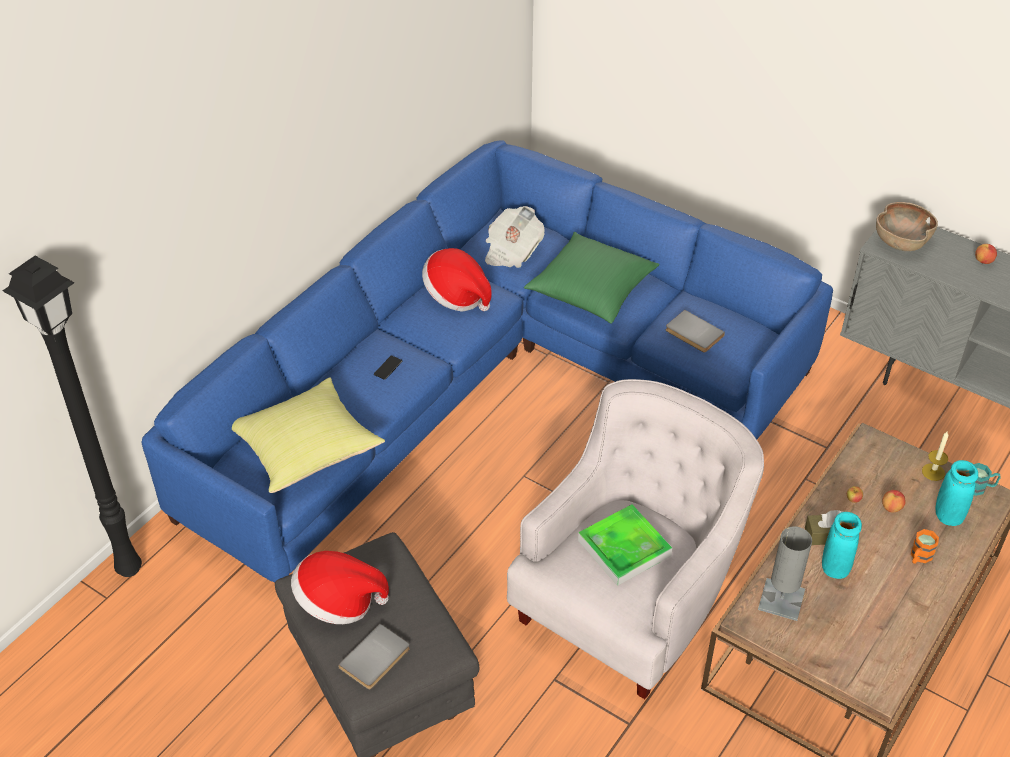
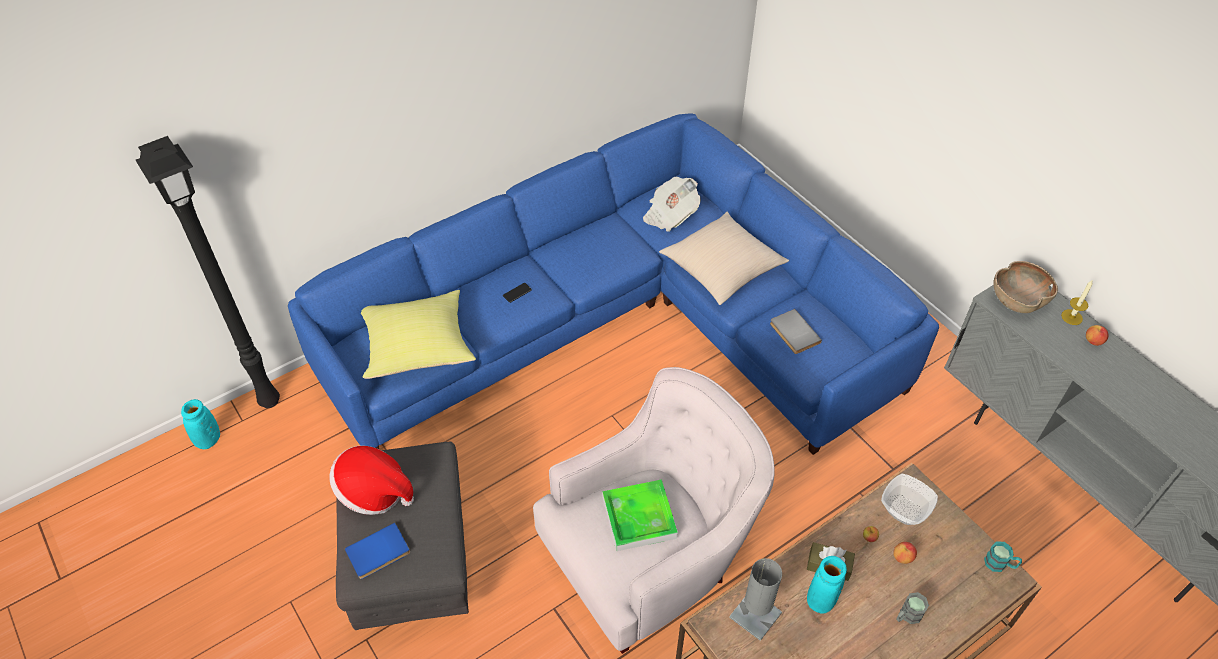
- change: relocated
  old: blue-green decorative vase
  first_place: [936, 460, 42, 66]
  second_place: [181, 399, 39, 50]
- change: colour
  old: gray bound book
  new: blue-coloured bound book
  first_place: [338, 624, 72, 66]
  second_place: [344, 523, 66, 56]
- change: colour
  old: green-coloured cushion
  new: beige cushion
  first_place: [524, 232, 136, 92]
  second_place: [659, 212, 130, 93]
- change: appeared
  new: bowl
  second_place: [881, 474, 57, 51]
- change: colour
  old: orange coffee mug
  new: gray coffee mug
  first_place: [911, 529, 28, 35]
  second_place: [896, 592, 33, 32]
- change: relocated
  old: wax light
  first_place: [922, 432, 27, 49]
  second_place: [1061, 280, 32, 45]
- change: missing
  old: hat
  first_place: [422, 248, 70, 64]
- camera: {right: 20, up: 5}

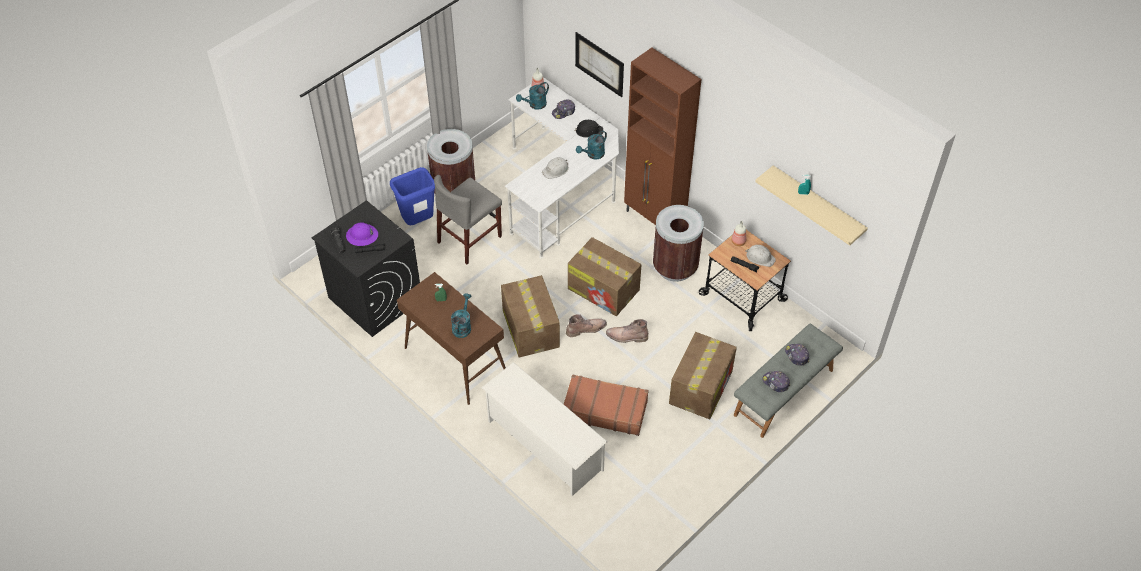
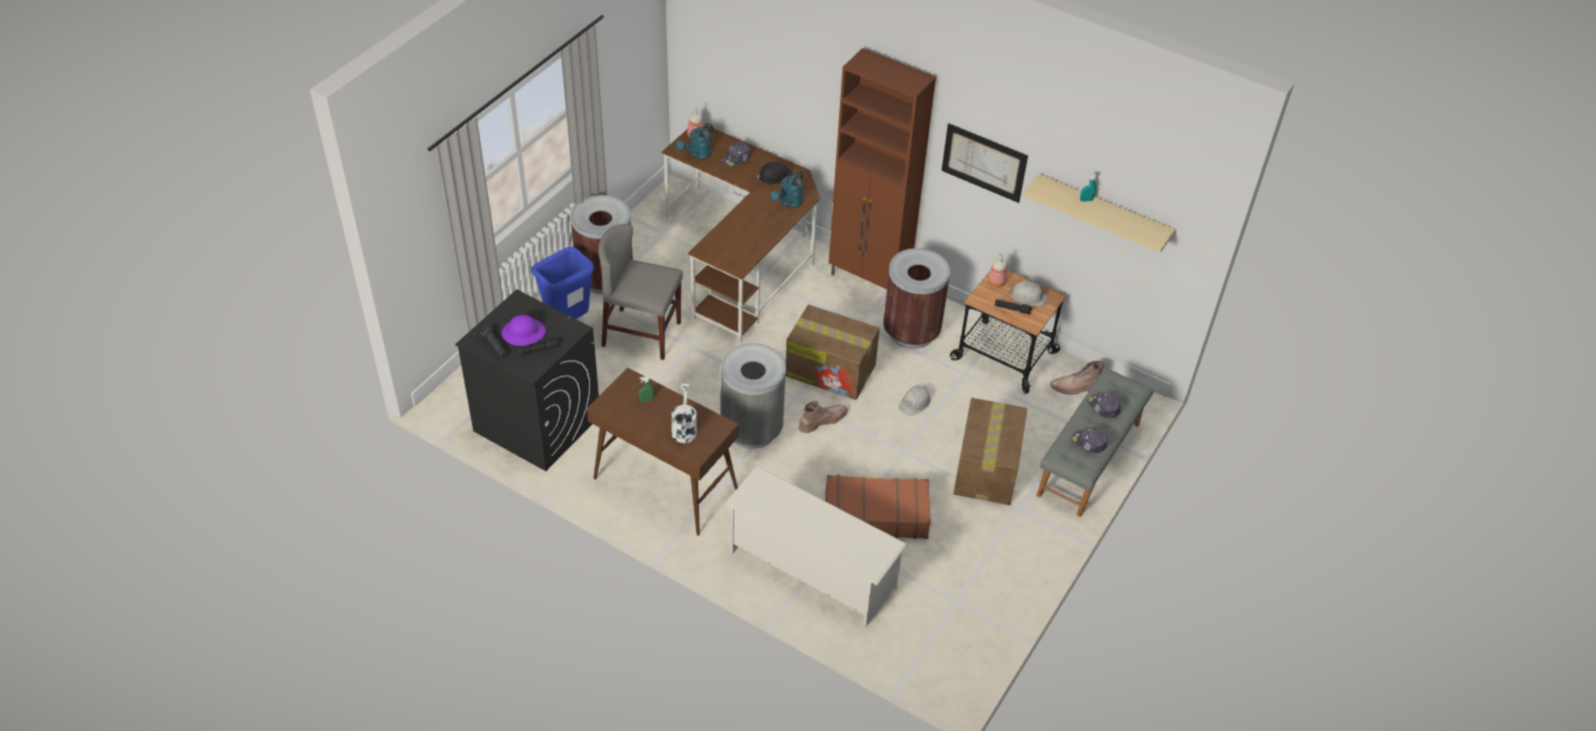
- change: spun
  old: gray plain chair
  first_place: [434, 175, 68, 90]
  second_place: [598, 224, 85, 136]
  degrees: 75
- change: colour
  old: whitish desk unit
  new: brown desk unit
  first_place: [505, 77, 114, 182]
  second_place: [662, 124, 158, 221]
- change: colour
  old: blue-green watering pot
  new: whitish watering pot
  first_place: [451, 293, 20, 45]
  second_place: [671, 383, 26, 60]
- change: exchanged
  old: packing box
  new: gray trash can
  first_place: [501, 275, 59, 83]
  second_place: [721, 343, 65, 106]
- change: relocated
  old: whitish hard hat
  first_place: [542, 157, 27, 22]
  second_place: [899, 385, 32, 31]
- change: relocated
  old: wall picture
  first_place: [575, 32, 49, 65]
  second_place: [941, 123, 87, 80]
- change: relocated
  old: brown high-top boot
  first_place: [606, 319, 42, 24]
  second_place: [1050, 361, 54, 34]
- camera: {right: -15, up: -5}

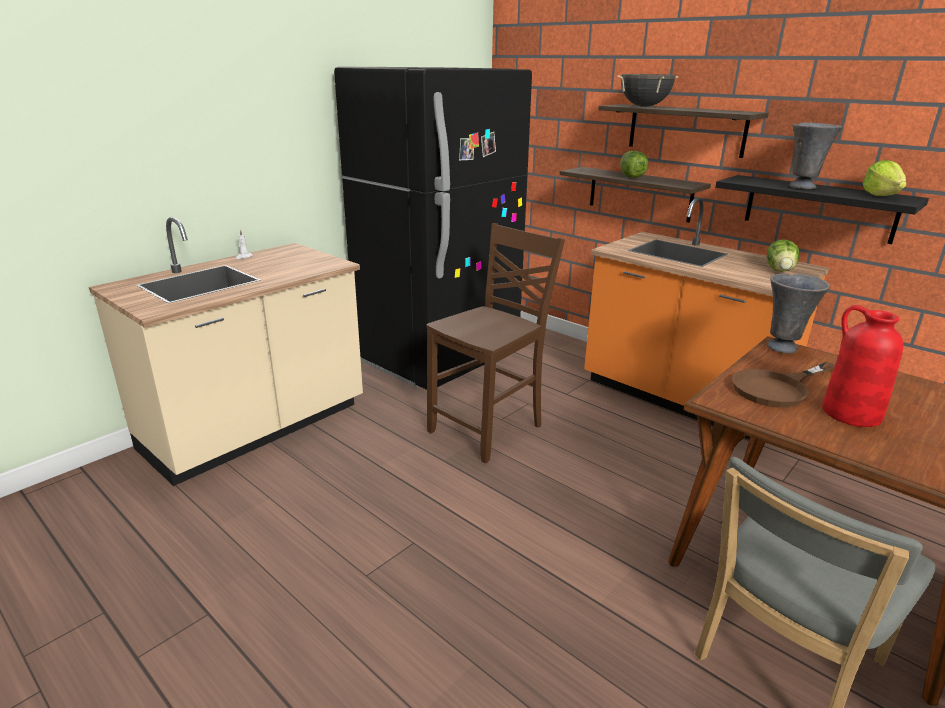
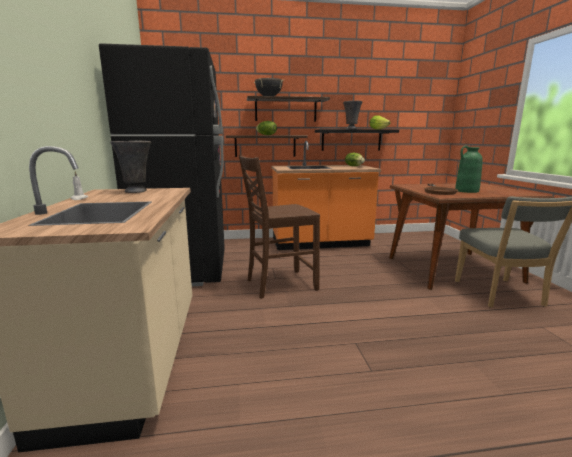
- change: relocated
  old: gray decorative vase
  first_place: [766, 273, 64, 81]
  second_place: [110, 141, 41, 52]
- change: spun
  old: brown plain chair
  first_place: [427, 223, 138, 240]
  second_place: [239, 154, 81, 145]
  degrees: -105
- change: colour
  old: red decorative vase
  new: green-coloured decorative vase
  first_place: [822, 305, 82, 122]
  second_place: [455, 146, 28, 47]
- camera: {right: -50, up: -10}

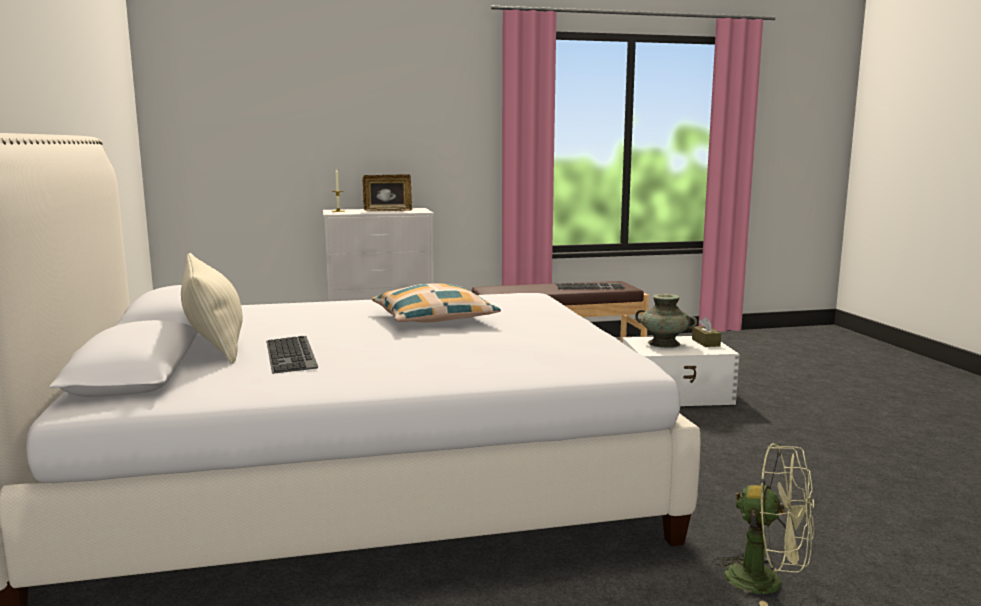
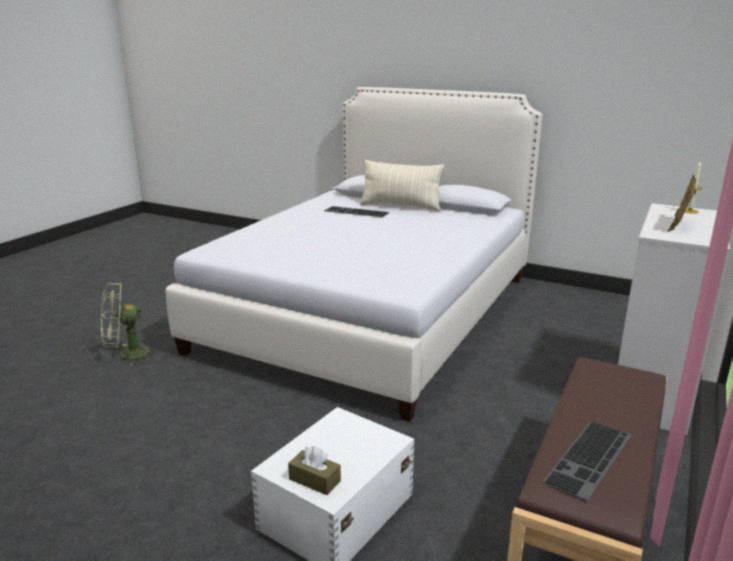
- change: missing
  old: cushion
  first_place: [372, 283, 129, 39]
- change: missing
  old: blue-green decorative vase
  first_place: [635, 294, 62, 54]
- camera: {right: 130, up: 10}

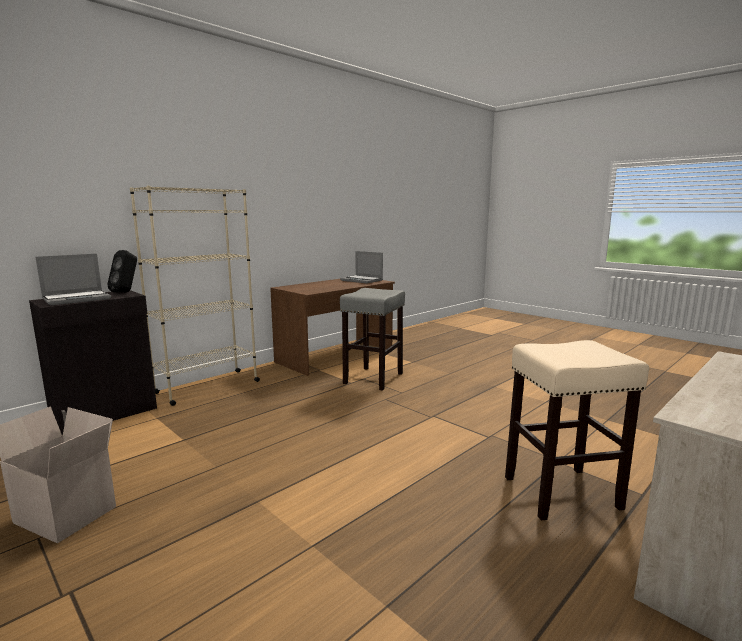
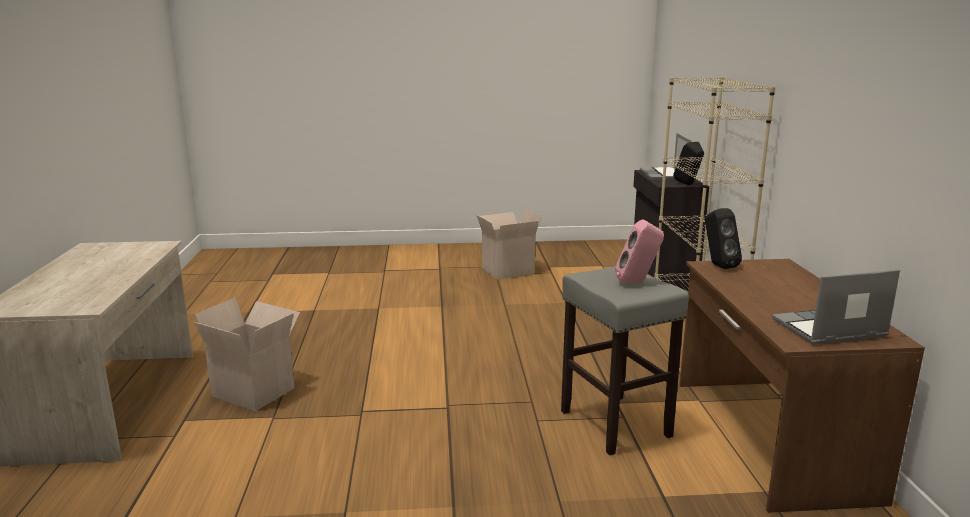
- change: exchanged
  old: beige stool
  new: packing box
  first_place: [505, 340, 144, 181]
  second_place: [194, 298, 106, 113]
- change: appeared
  new: pinkish loudspeaker
  second_place: [615, 219, 49, 64]
- change: appeared
  new: black loudspeaker
  second_place: [705, 208, 37, 61]
- camera: {right: 130, up: 5}

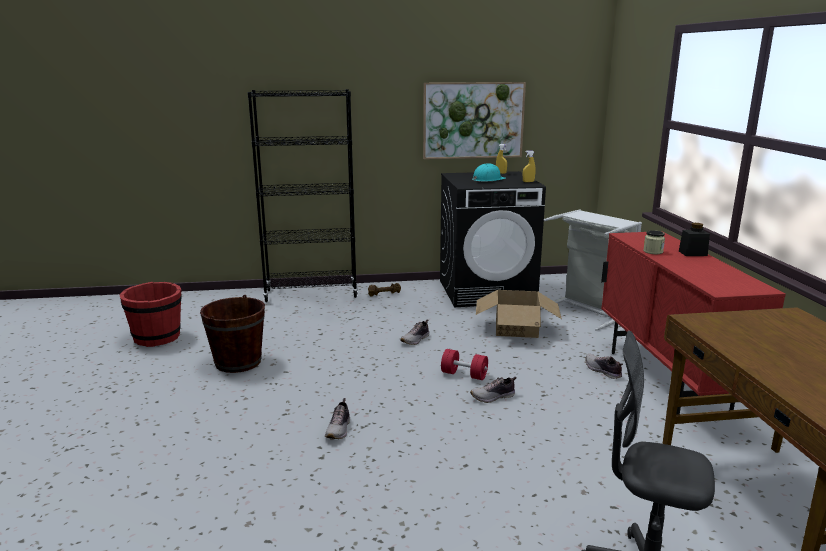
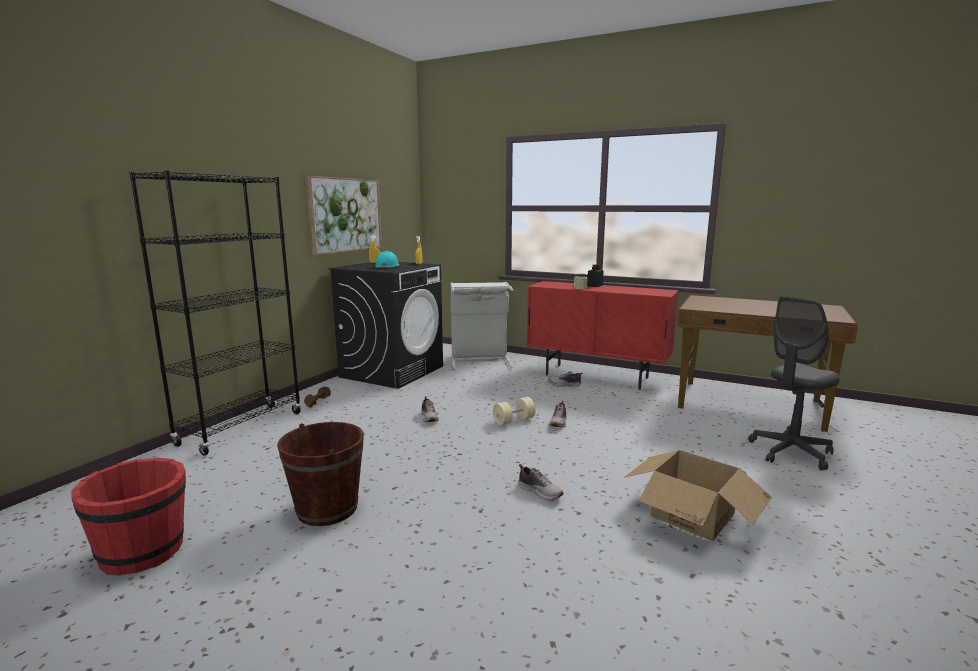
- change: colour
  old: red free weight
  new: beige free weight
  first_place: [441, 349, 47, 31]
  second_place: [493, 397, 43, 28]
- change: relocated
  old: packing box
  first_place: [476, 290, 86, 48]
  second_place: [625, 450, 147, 91]
- camera: {right: -55, up: -5}

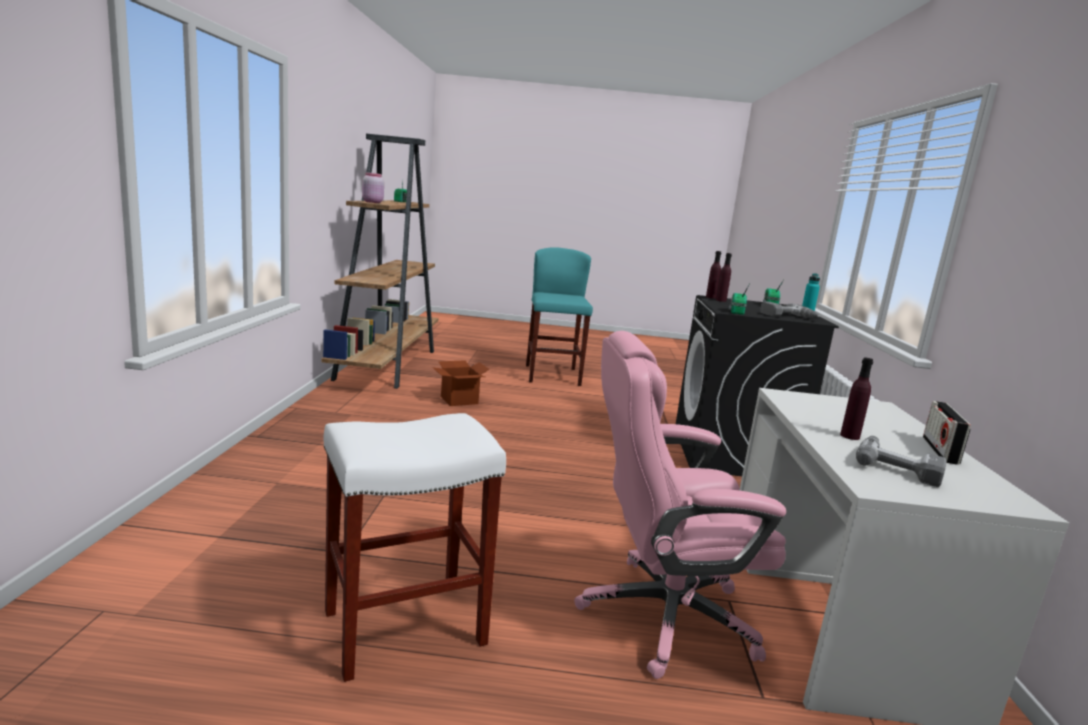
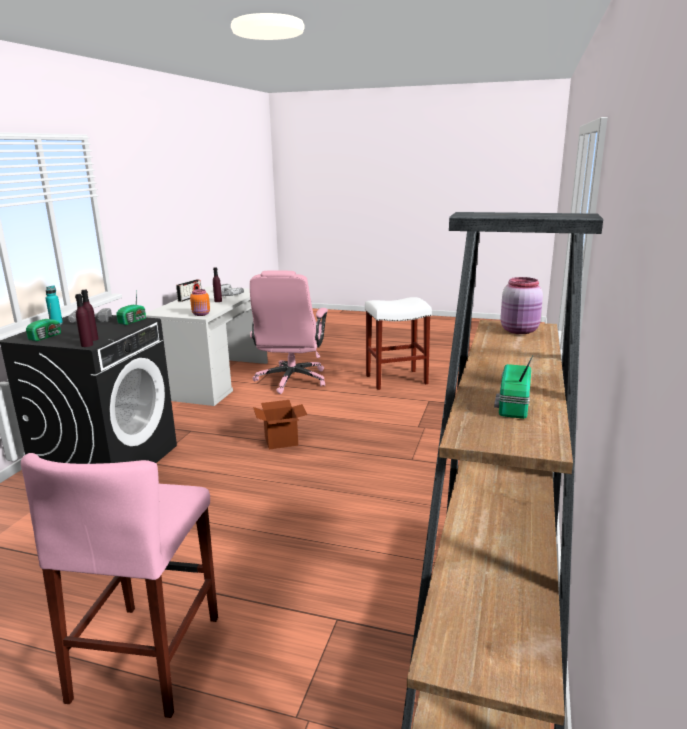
- change: colour
  old: blue-green stool
  new: pinkish stool
  first_place: [526, 247, 67, 139]
  second_place: [21, 453, 197, 265]
- change: appeared
  new: orange jar
  second_place: [190, 289, 20, 27]
- change: spun
  old: pinkish desk chair
  first_place: [574, 331, 212, 348]
  second_place: [250, 270, 78, 124]
  degrees: 90
- change: relocated
  old: packing box
  first_place: [432, 360, 58, 46]
  second_place: [253, 400, 55, 50]
- camera: {right: -165, up: 5}

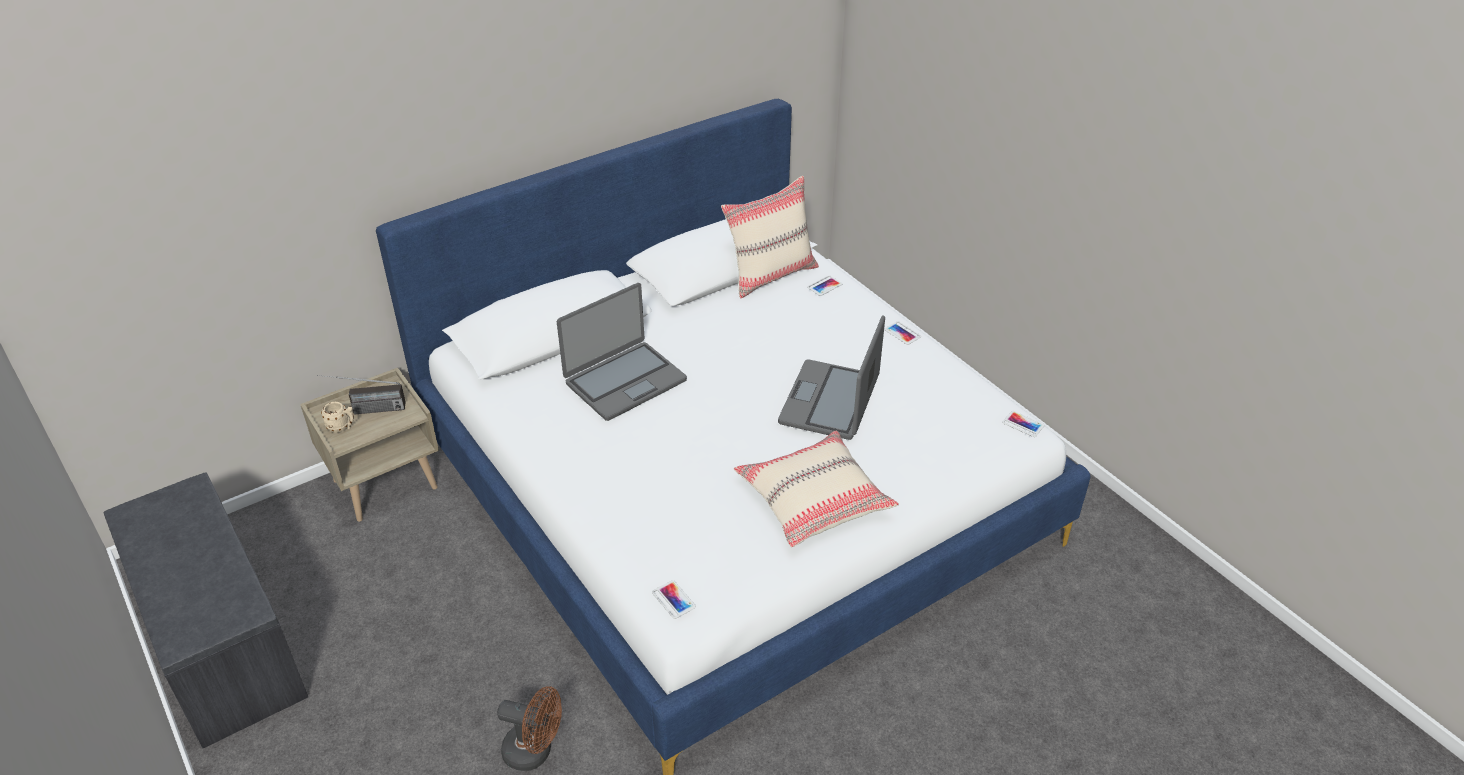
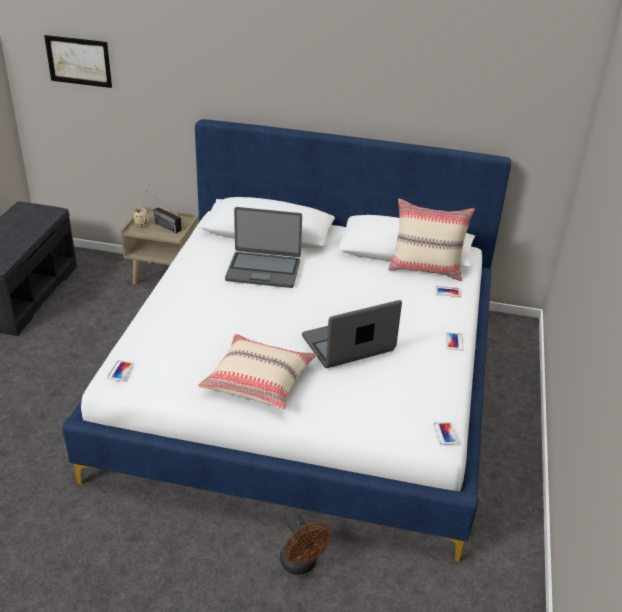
- change: appeared
  new: wall picture
  second_place: [44, 35, 68, 53]
- change: relocated
  old: brown electric fan
  first_place: [497, 686, 65, 85]
  second_place: [280, 514, 51, 61]
- camera: {right: 45, up: -5}

